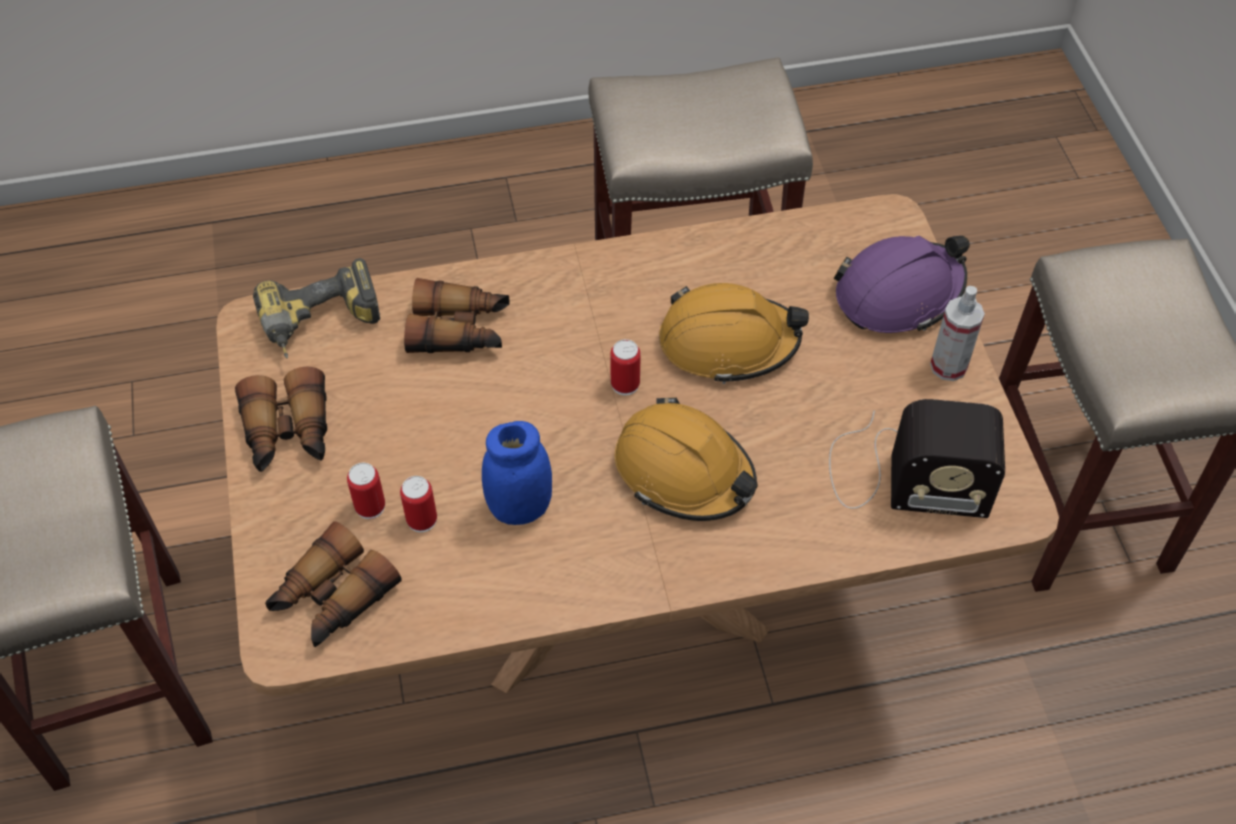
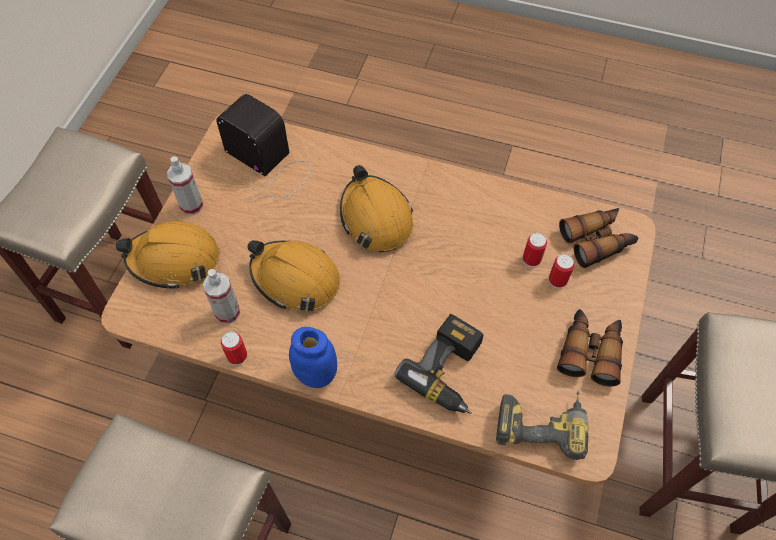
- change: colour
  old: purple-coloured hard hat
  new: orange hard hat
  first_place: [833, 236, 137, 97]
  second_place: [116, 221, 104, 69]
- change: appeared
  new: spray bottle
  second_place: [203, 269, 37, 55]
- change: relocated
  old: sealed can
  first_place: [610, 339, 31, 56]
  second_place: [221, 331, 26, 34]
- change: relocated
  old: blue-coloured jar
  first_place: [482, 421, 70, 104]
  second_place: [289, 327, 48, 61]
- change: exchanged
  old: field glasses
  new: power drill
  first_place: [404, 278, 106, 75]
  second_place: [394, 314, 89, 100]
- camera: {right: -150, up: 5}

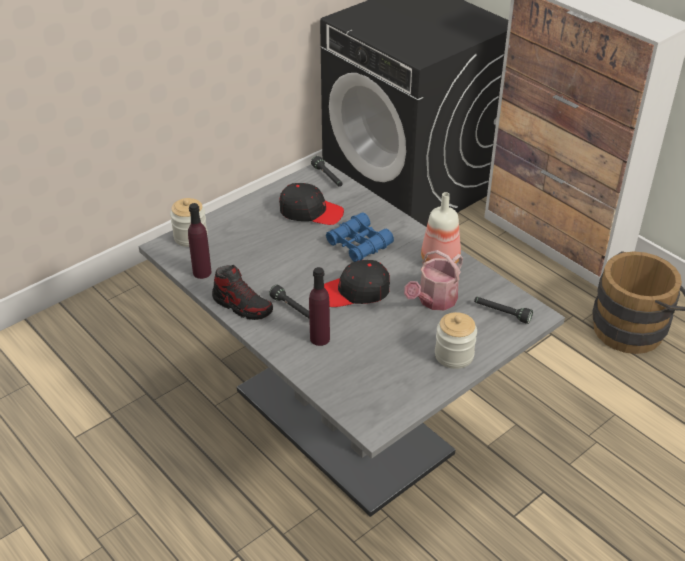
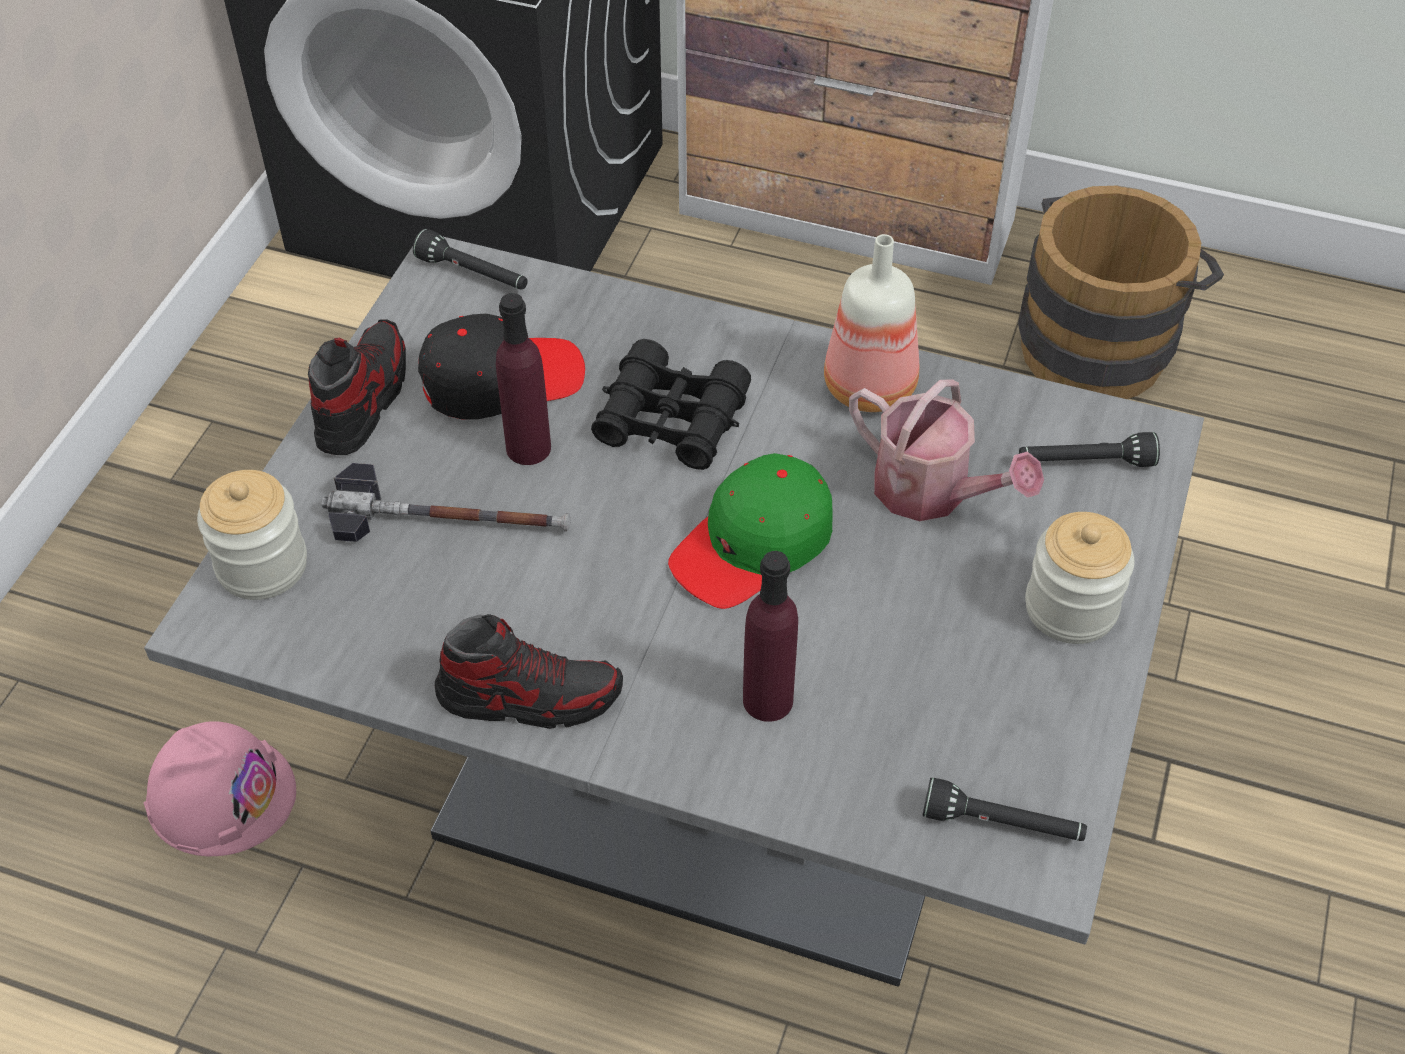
- change: appeared
  new: pinkish hard hat
  second_place: [143, 721, 153, 135]
- change: appeared
  new: shoe
  second_place: [308, 320, 98, 135]
- change: appeared
  new: hand hammer
  second_place: [322, 463, 249, 79]
- change: relocated
  old: purple-coloured bottle
  first_place: [188, 203, 24, 76]
  second_place: [496, 293, 55, 172]
- change: colour
  old: blue-coloured field glasses
  new: black field glasses
  first_place: [326, 212, 68, 50]
  second_place: [591, 339, 160, 131]
- change: colour
  old: black peaked cap
  new: green-coloured peaked cap
  first_place: [324, 260, 66, 47]
  second_place: [668, 453, 165, 156]
- change: spun
  old: watering pot
  first_place: [404, 250, 59, 60]
  second_place: [849, 380, 195, 141]
  degrees: -60
- change: relocated
  old: black torch
  first_place: [269, 285, 40, 33]
  second_place: [922, 778, 165, 63]
- camera: {right: -30, up: 10}

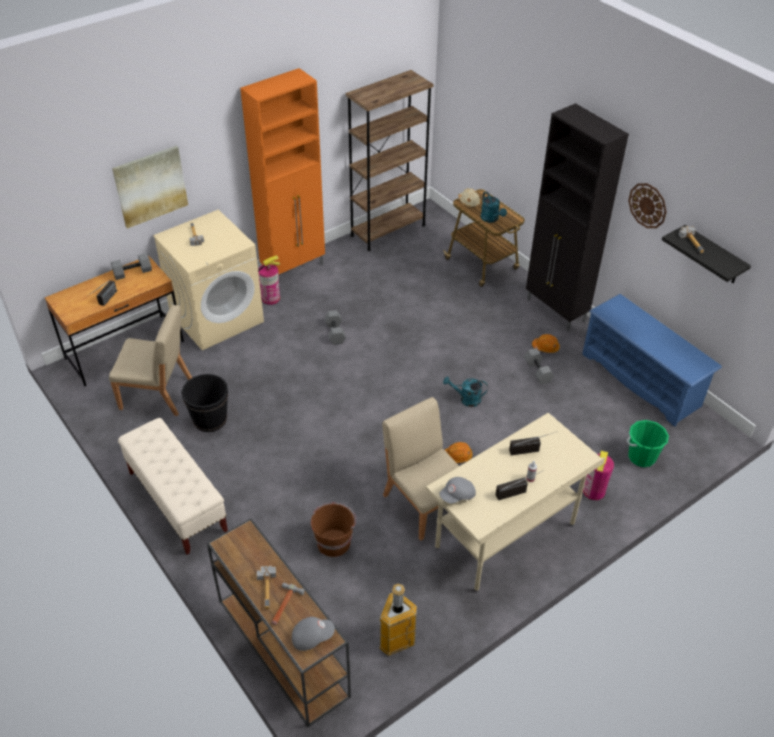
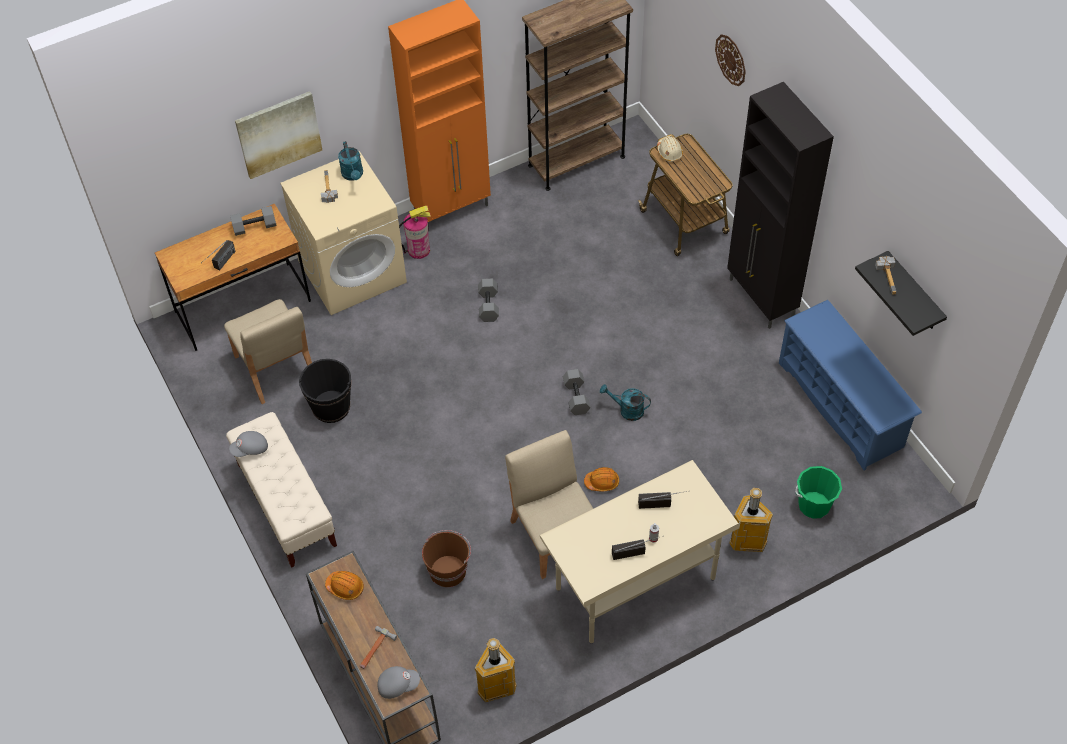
- change: spun
  old: beige plain chair
  first_place: [109, 305, 83, 111]
  second_place: [224, 299, 88, 105]
  degrees: 45
- change: relocated
  old: gray peaked cap
  first_place: [440, 477, 36, 27]
  second_place: [229, 431, 39, 26]
- change: relocated
  old: orange hard hat
  first_place: [532, 334, 28, 19]
  second_place: [325, 571, 39, 29]
- change: relocated
  old: blue-green watering pot
  first_place: [481, 192, 26, 31]
  second_place: [338, 141, 25, 40]
- change: relocated
  old: gray free weight
  first_place: [524, 348, 30, 37]
  second_place: [563, 369, 28, 46]
- change: relocated
  old: wall clock
  first_place: [628, 183, 39, 45]
  second_place: [715, 34, 31, 52]
- change: exchanged
  old: fire-fighting cylinder
  new: trash can
  first_place: [583, 451, 31, 49]
  second_place: [729, 488, 44, 64]
- change: missing
  old: hand hammer
  first_place: [257, 565, 19, 44]
- camera: {right: 10, up: 10}

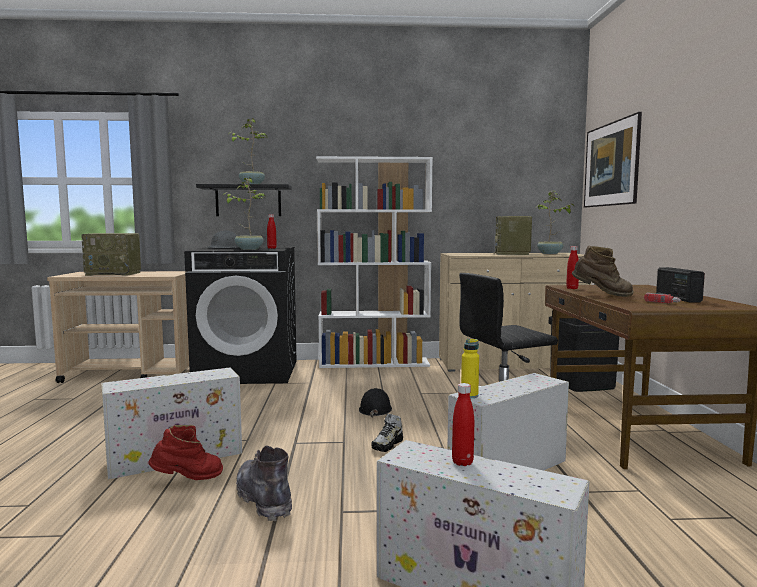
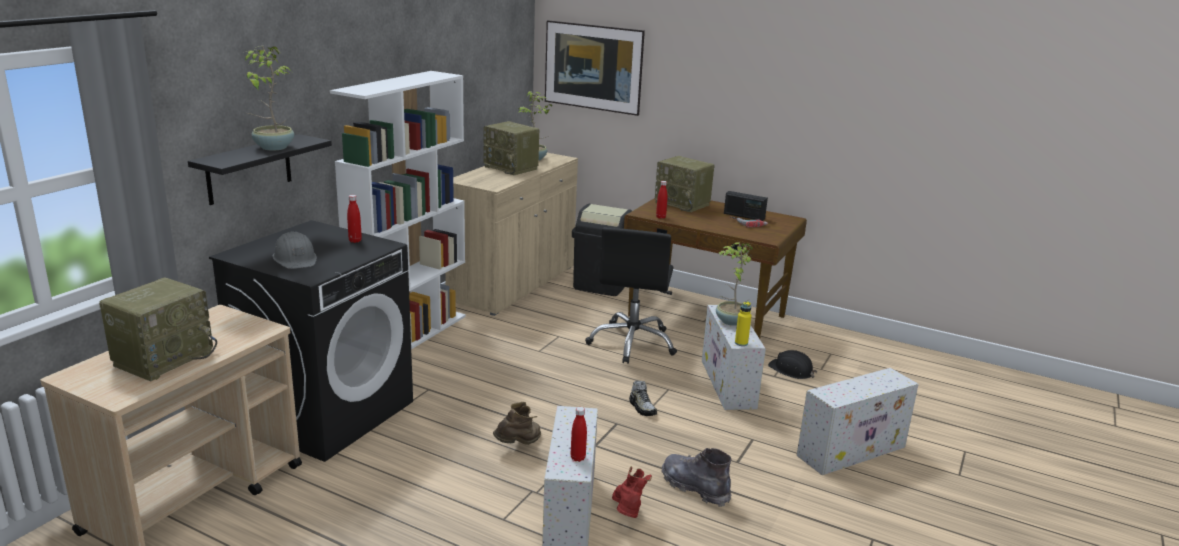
- change: relocated
  old: brown high-top boot
  first_place: [572, 246, 62, 51]
  second_place: [493, 402, 48, 43]
- change: relocated
  old: red bottle
  first_place: [452, 383, 22, 83]
  second_place: [571, 407, 16, 55]
- change: appeared
  new: radio
  second_place: [655, 156, 59, 56]
- change: spun
  old: gray high-top boot
  first_place: [236, 446, 56, 75]
  second_place: [662, 448, 69, 59]
  degrees: 45
- change: relocated
  old: houseplant
  first_place: [222, 178, 45, 72]
  second_place: [716, 242, 37, 84]
- change: relocated
  old: black hard hat
  first_place: [359, 388, 33, 30]
  second_place: [768, 350, 49, 29]
- camera: {right: -60, up: 15}

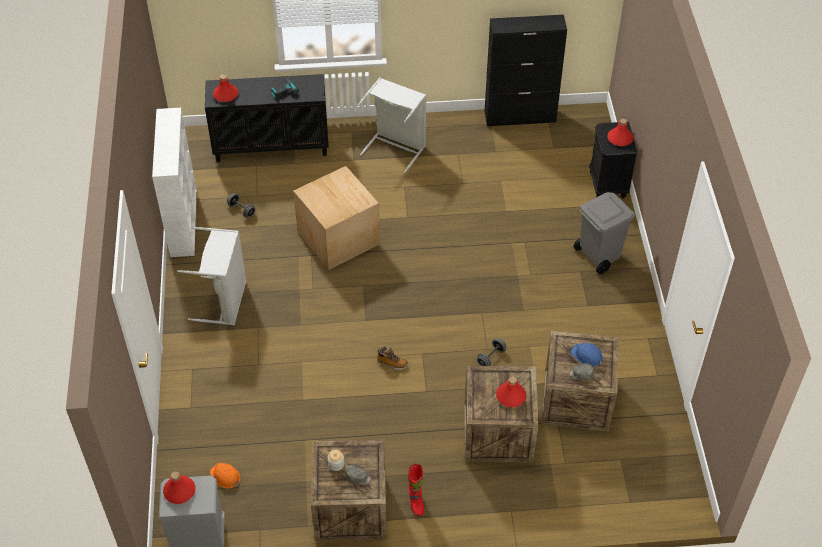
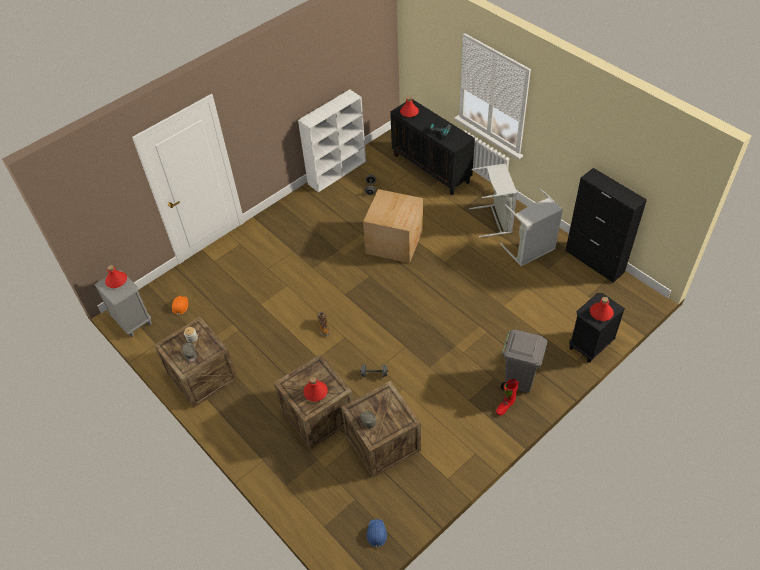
- change: relocated
  old: blue-coloured hard hat
  first_place: [570, 343, 34, 24]
  second_place: [367, 519, 20, 29]
- change: relocated
  old: red high-top boot
  first_place: [408, 464, 16, 53]
  second_place: [496, 379, 23, 37]
- change: relocated
  old: gray hamper
  first_place: [177, 227, 70, 98]
  second_place: [500, 188, 63, 79]
- camera: {right: 55, up: 0}

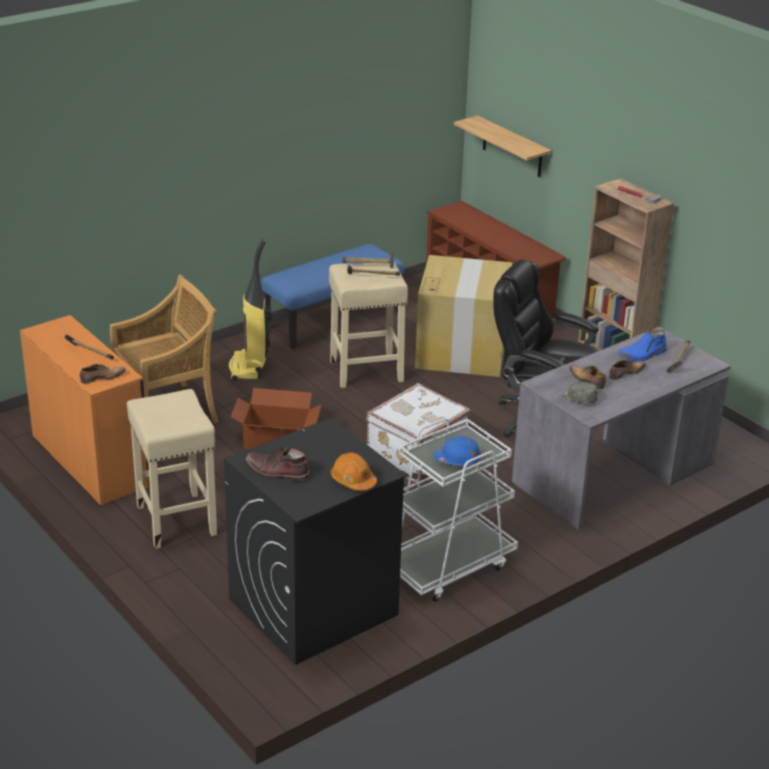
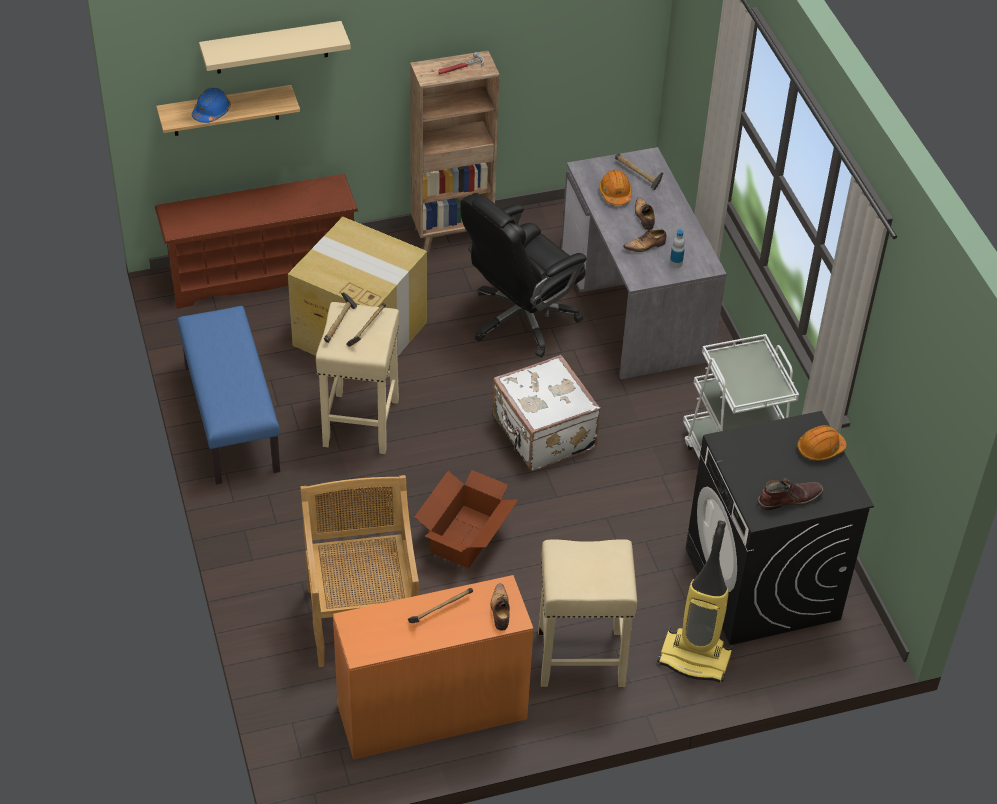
- change: relocated
  old: blue-coloured hard hat
  first_place: [434, 435, 49, 32]
  second_place: [192, 87, 39, 36]
- change: appeared
  new: beige bracket shelf
  second_place: [199, 21, 152, 53]
- change: exchanged
  old: blue-coloured high-top boot
  new: orange hard hat
  first_place: [618, 330, 49, 32]
  second_place: [599, 170, 33, 35]
- change: relocated
  old: hoover
  first_place: [228, 239, 44, 142]
  second_place: [657, 520, 76, 162]
- change: exchanged
  old: gray peaked cap
  new: bottle
  first_place: [562, 382, 36, 23]
  second_place: [670, 230, 15, 38]
- change: spun
  old: brown high-top boot
  first_place: [246, 446, 64, 35]
  second_place: [757, 478, 67, 32]
  degrees: -150
- camera: {right: -70, up: 15}

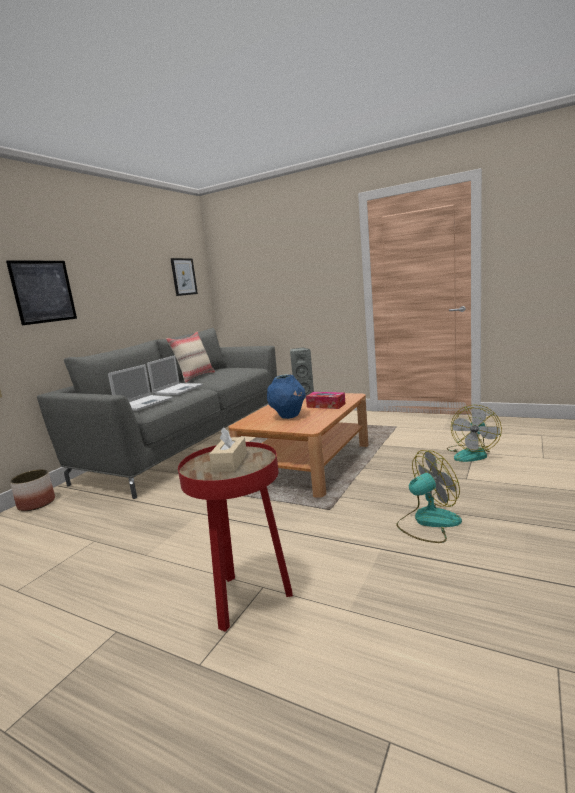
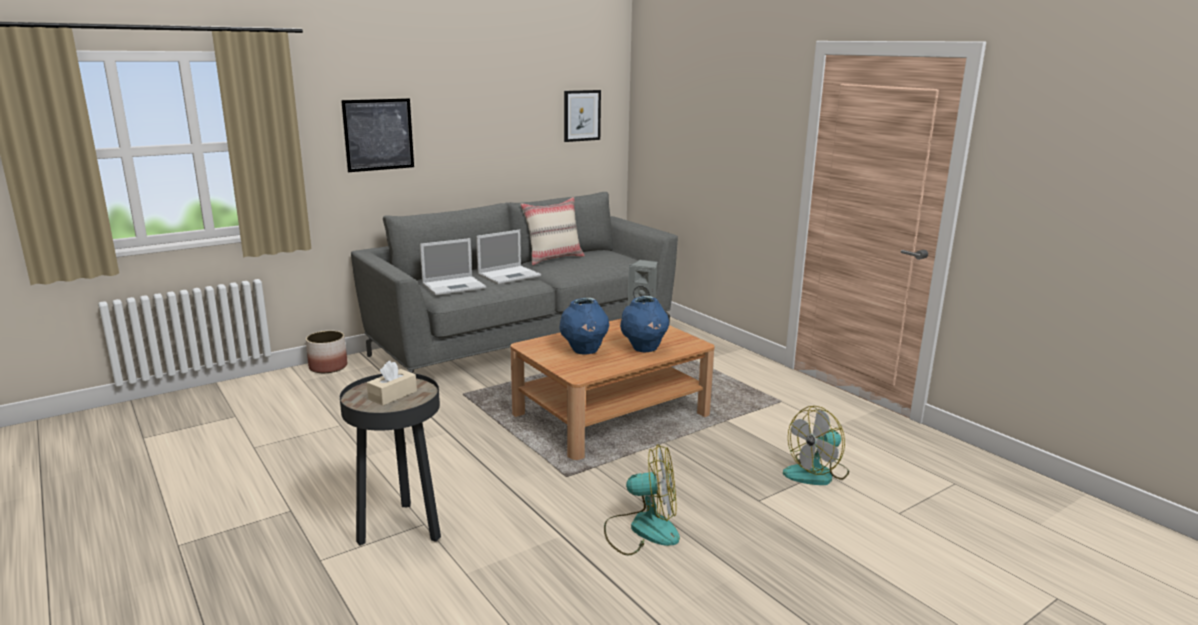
- change: colour
  old: red side table
  new: black side table
  first_place: [178, 442, 115, 190]
  second_place: [340, 373, 101, 173]
- change: exchanged
  old: tissue box
  new: blue-coloured decorative vase
  first_place: [306, 392, 39, 17]
  second_place: [620, 296, 49, 56]
- camera: {right: 25, up: 5}

